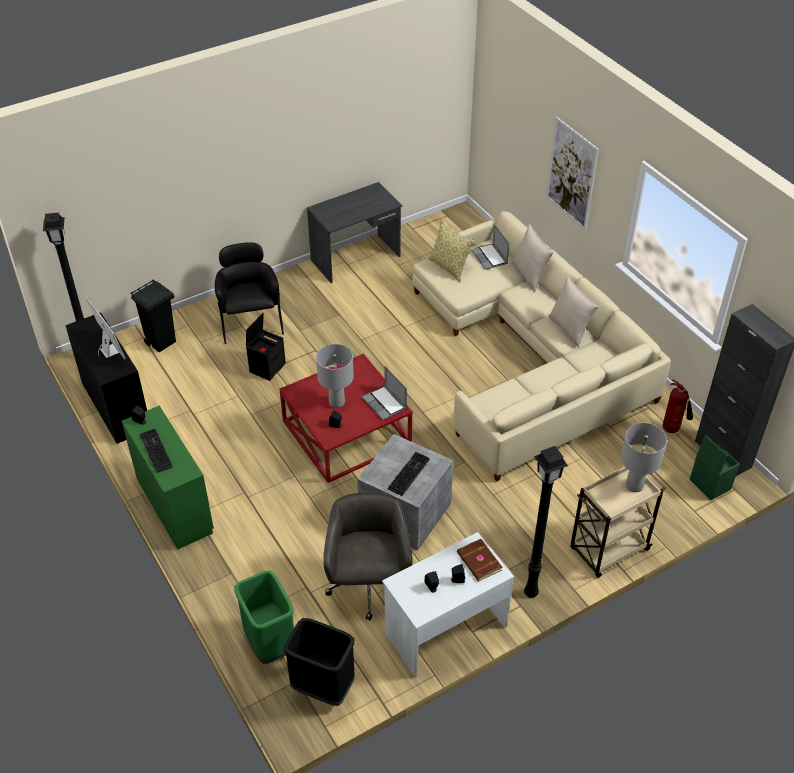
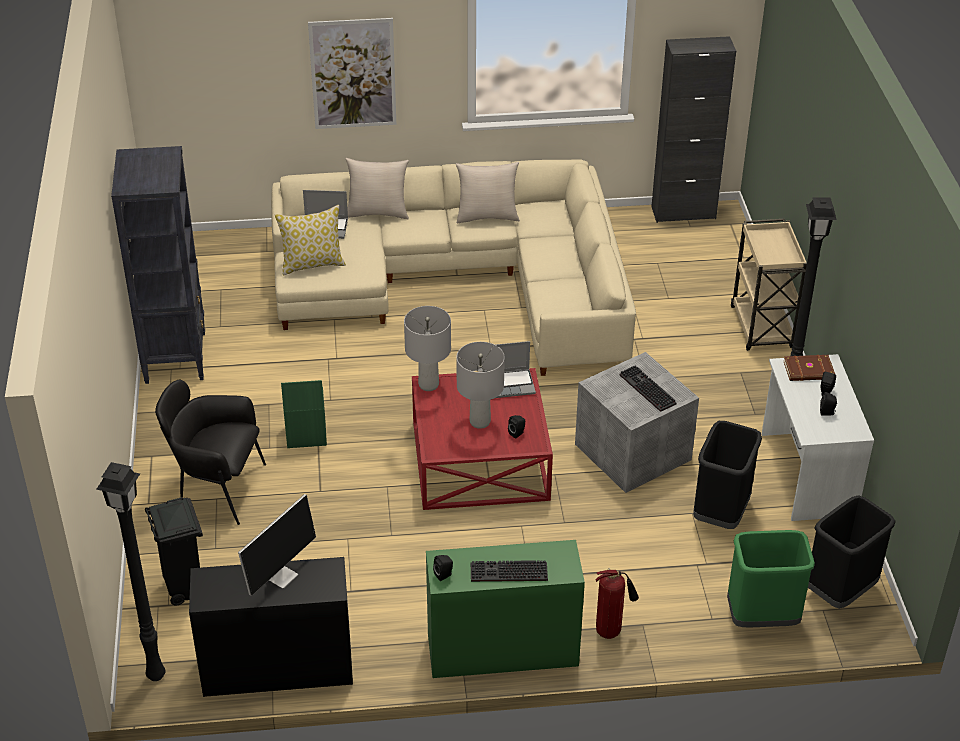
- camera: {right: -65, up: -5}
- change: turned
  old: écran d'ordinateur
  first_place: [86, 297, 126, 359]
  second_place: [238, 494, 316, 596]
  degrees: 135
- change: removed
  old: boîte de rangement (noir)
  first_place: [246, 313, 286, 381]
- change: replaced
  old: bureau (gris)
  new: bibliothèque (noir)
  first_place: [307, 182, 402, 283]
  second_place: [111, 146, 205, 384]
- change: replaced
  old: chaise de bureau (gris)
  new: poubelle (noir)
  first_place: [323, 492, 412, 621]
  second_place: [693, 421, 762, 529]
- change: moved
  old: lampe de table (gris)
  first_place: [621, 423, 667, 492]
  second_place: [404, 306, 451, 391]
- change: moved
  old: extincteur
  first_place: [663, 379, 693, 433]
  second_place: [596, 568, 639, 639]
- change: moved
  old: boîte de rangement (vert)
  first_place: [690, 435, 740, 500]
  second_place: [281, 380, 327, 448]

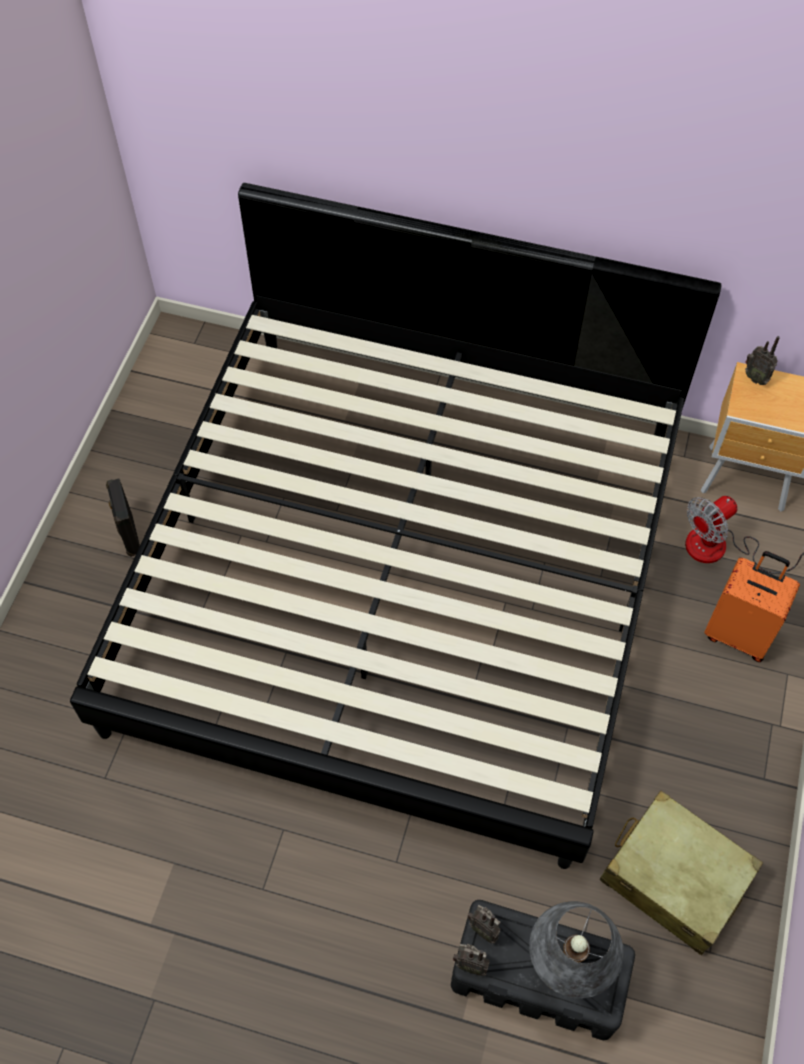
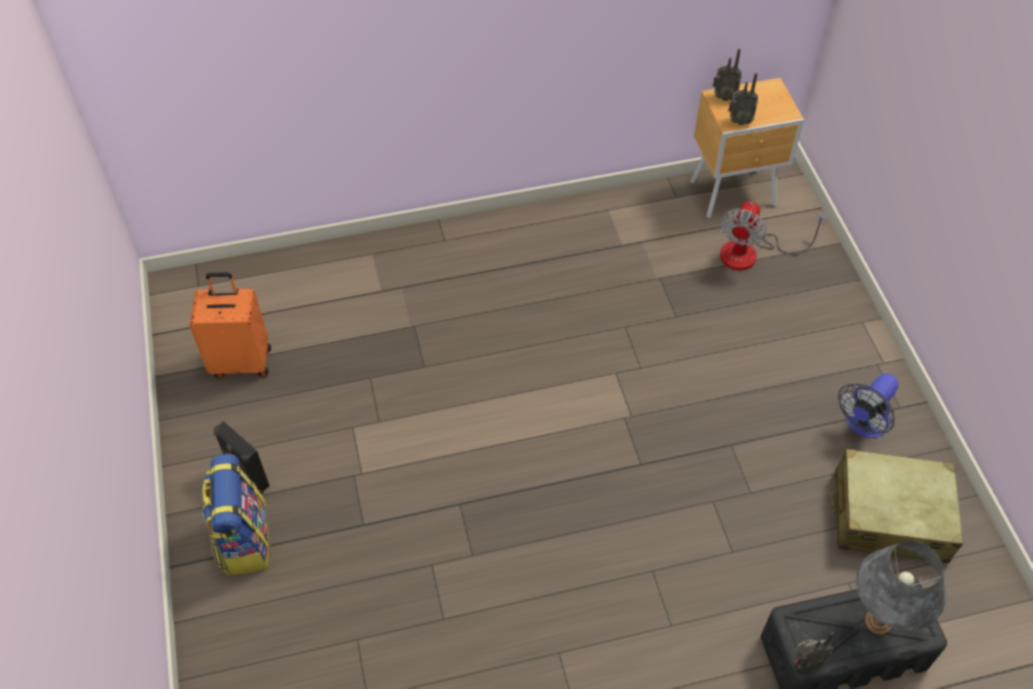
- camera: {right: -30, up: -5}
- change: removed
  old: lit
  first_place: [70, 183, 721, 869]
- change: moved
  old: radio
  first_place: [468, 905, 501, 944]
  second_place: [728, 73, 758, 125]
- change: moved
  old: valise (orange)
  first_place: [704, 551, 800, 662]
  second_place: [189, 272, 271, 378]
- change: added
  new: sac à dos
  second_place: [202, 454, 270, 576]
- change: added
  new: ventilateur
  second_place: [838, 373, 898, 438]

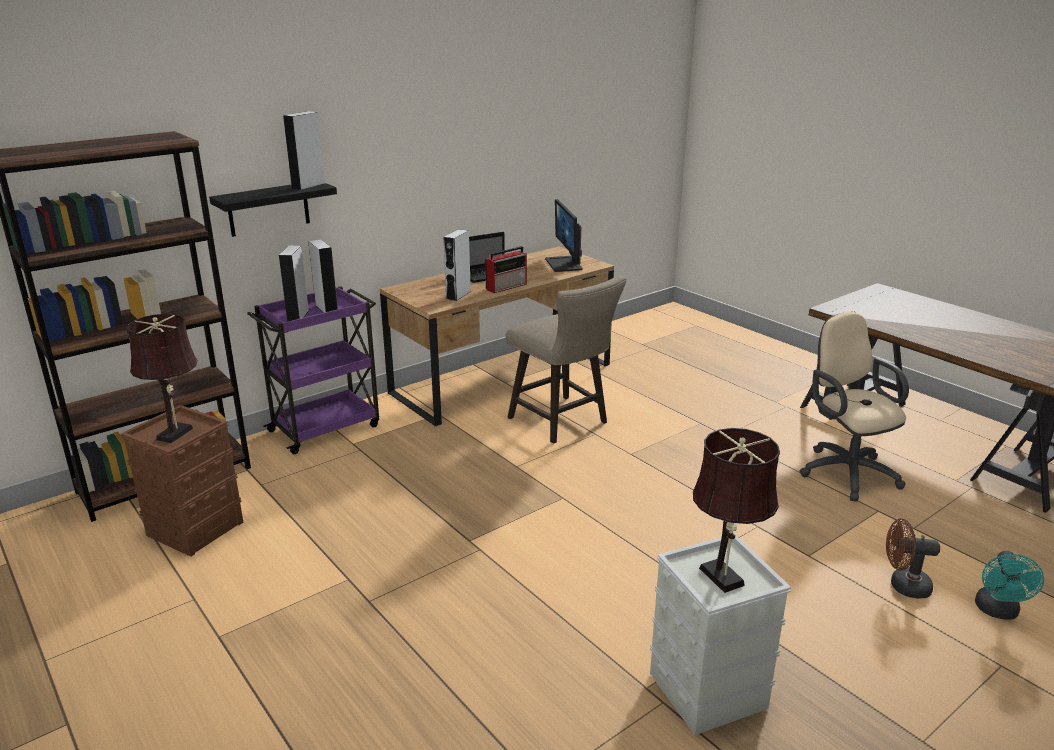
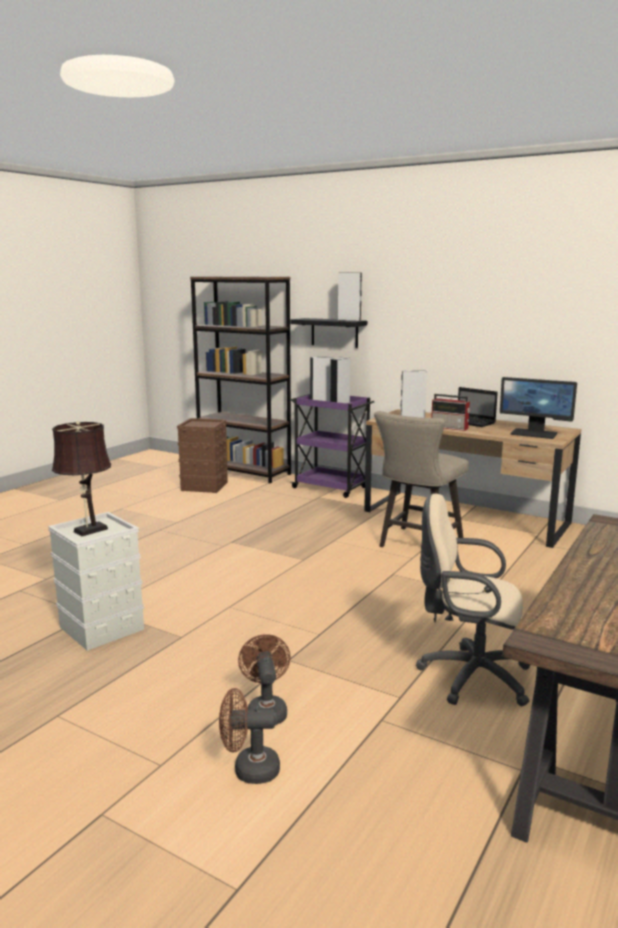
- camera: {right: 70, up: -10}
- change: removed
  old: lampe de table (marron)
  first_place: [126, 314, 198, 443]
- change: turned
  old: écran d'ordinateur
  first_place: [545, 199, 582, 272]
  second_place: [500, 377, 577, 439]
  degrees: -120
- change: turned
  old: chaise de bureau (beige)
  first_place: [800, 311, 909, 501]
  second_place: [416, 493, 530, 706]
  degrees: -120
- change: recoloured
  old: ventilateur (turquoise)
  new: ventilateur (marron)
  first_place: [975, 551, 1044, 619]
  second_place: [219, 688, 280, 784]

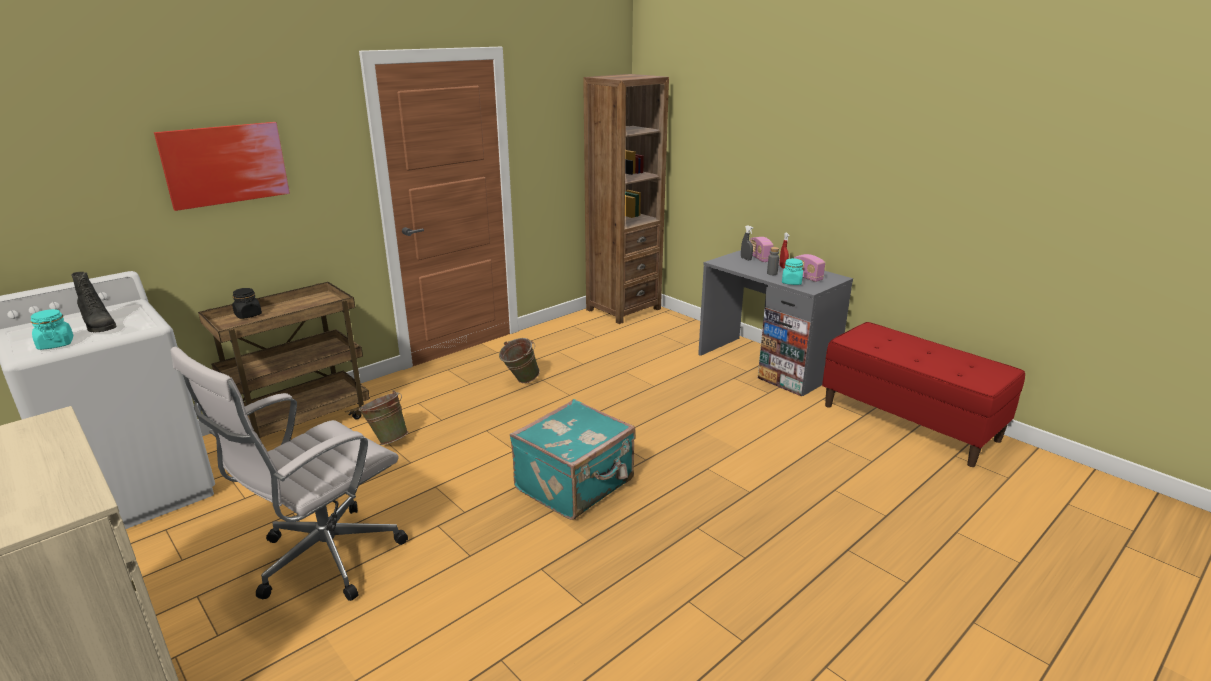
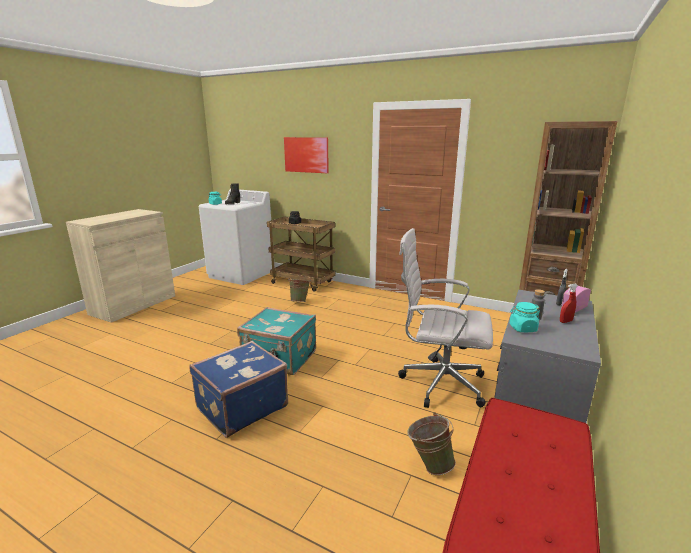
- camera: {right: 70, up: -5}
- change: moved
  old: chaise de bureau (blanc)
  first_place: [171, 347, 408, 601]
  second_place: [398, 228, 493, 408]
- change: moved
  old: seau (vert)
  first_place: [499, 338, 540, 383]
  second_place: [407, 412, 456, 475]
- change: removed
  old: radio
  first_place: [794, 254, 825, 282]
- change: added
  new: valise (bleu)
  second_place: [189, 341, 288, 438]

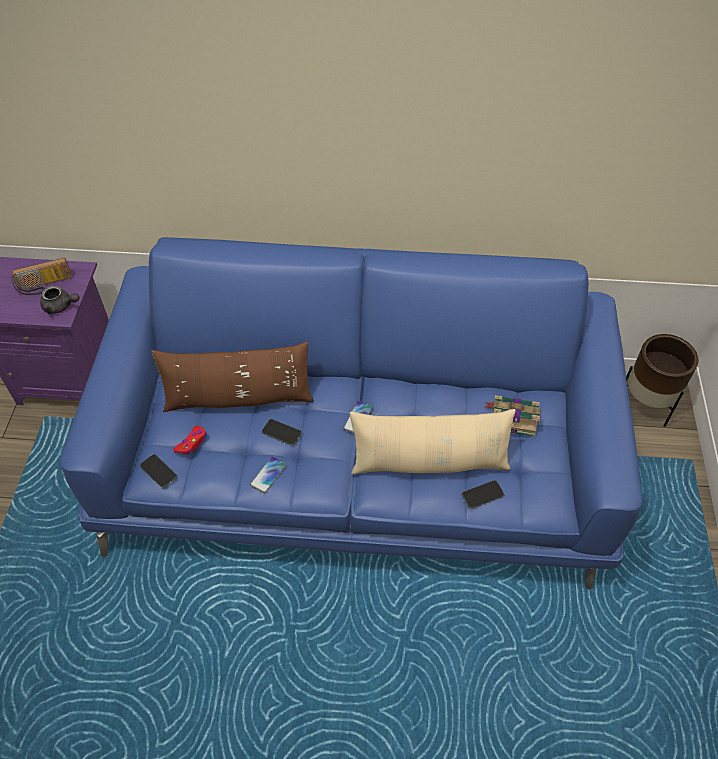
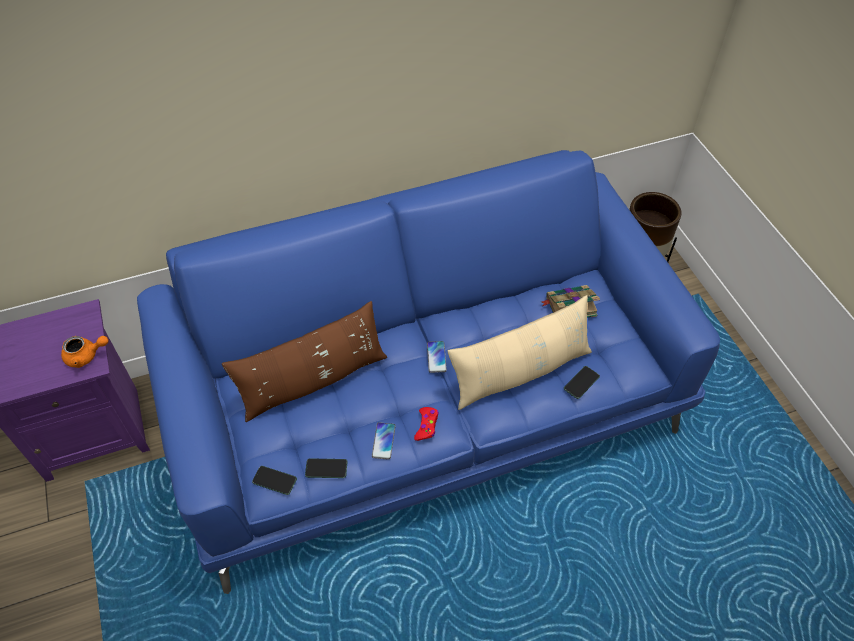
- camera: {right: -25, up: 0}
- change: removed
  old: radio
  first_place: [11, 258, 72, 295]
- change: recoloured
  old: théière (gris)
  new: théière (orange)
  first_place: [40, 286, 79, 314]
  second_place: [61, 336, 109, 368]
- change: moved
  old: manette (rouge)
  first_place: [173, 426, 206, 454]
  second_place: [414, 407, 439, 441]
- change: moved
  old: téléphone
  first_place: [262, 419, 302, 446]
  second_place: [305, 459, 347, 478]

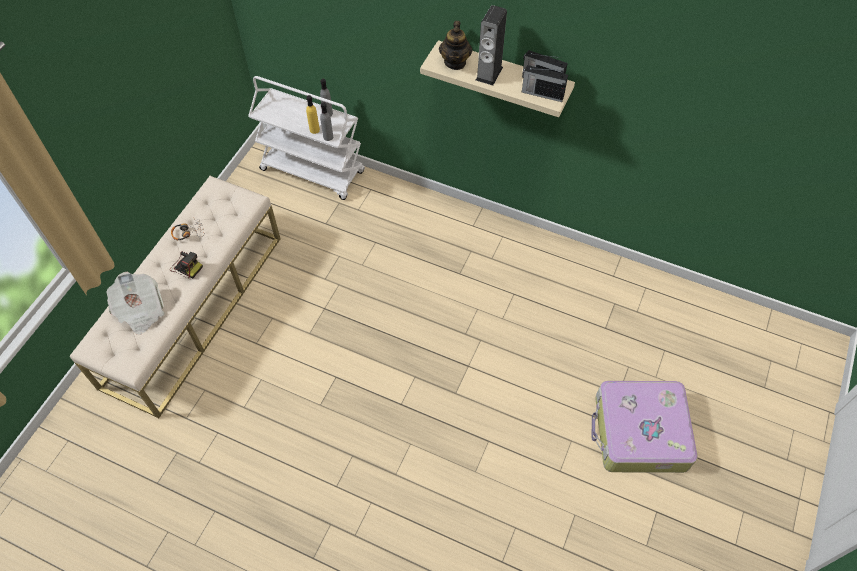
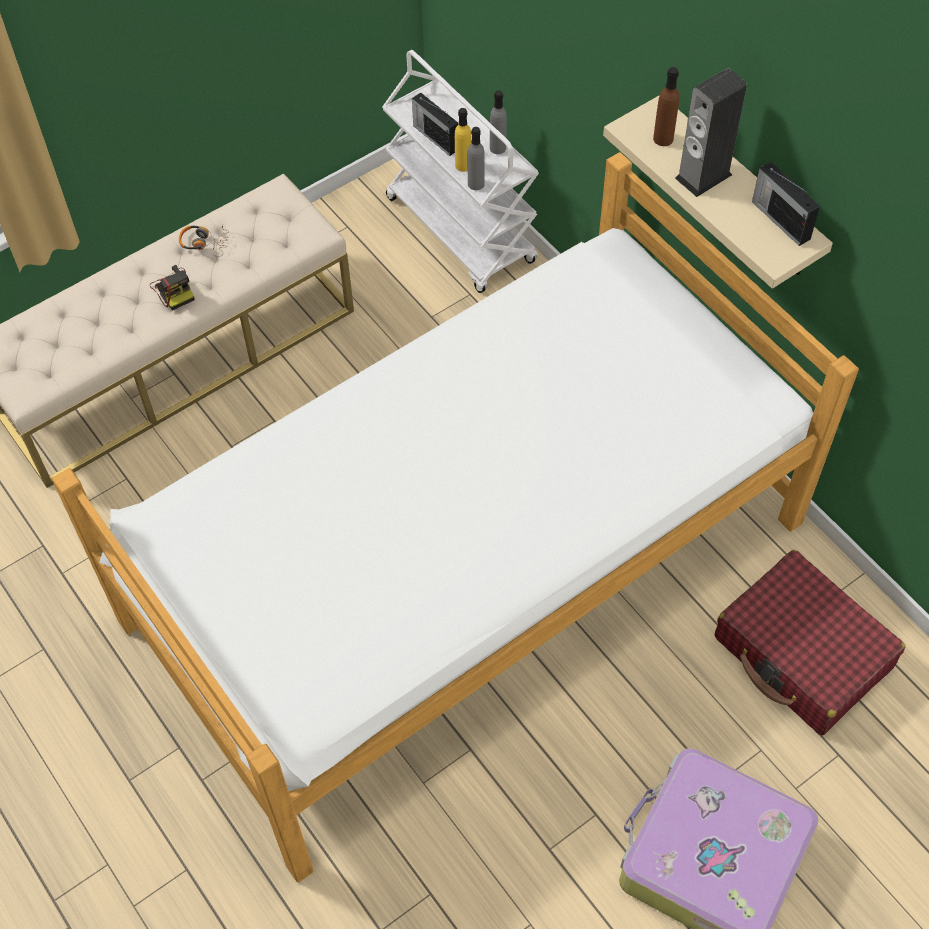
- camera: {right: 30, up: 0}
- change: removed
  old: journal
  first_place: [106, 272, 165, 335]
- change: replaced
  old: théière
  new: bouteille (marron)
  first_place: [439, 21, 472, 70]
  second_place: [653, 67, 679, 146]
- change: moved
  old: radio
  first_place: [522, 65, 568, 102]
  second_place: [412, 93, 458, 156]
- change: added
  new: lit
  second_place: [52, 152, 859, 882]
- change: added
  new: valise (rouge)
  second_place: [715, 550, 905, 735]

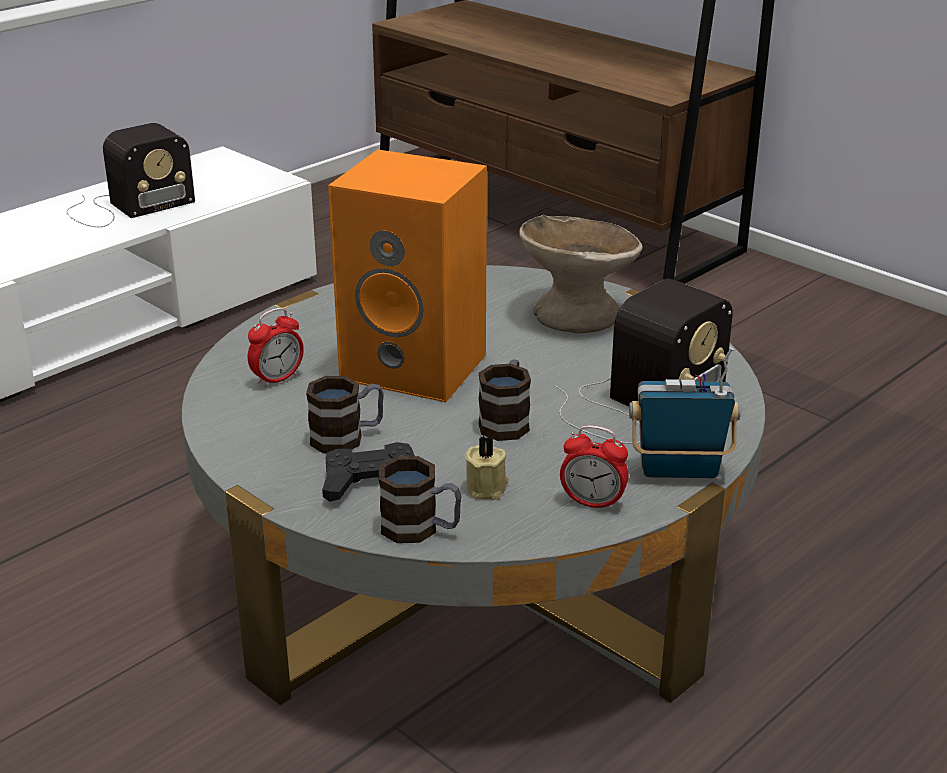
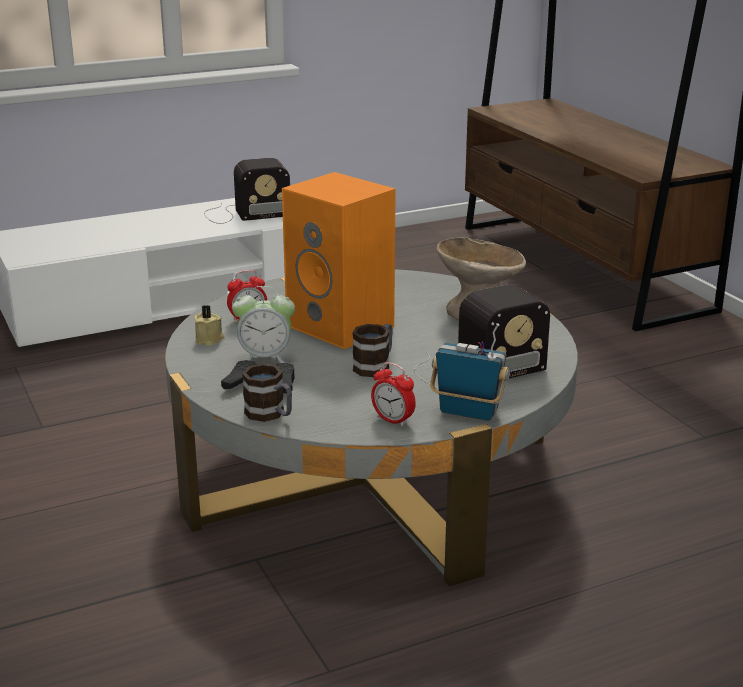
- camera: {right: 20, up: -5}
- change: replaced
  old: mug
  new: réveil
  first_place: [306, 376, 384, 453]
  second_place: [232, 286, 295, 364]
- change: moved
  old: bougie (beige)
  first_place: [465, 436, 509, 500]
  second_place: [194, 305, 225, 346]

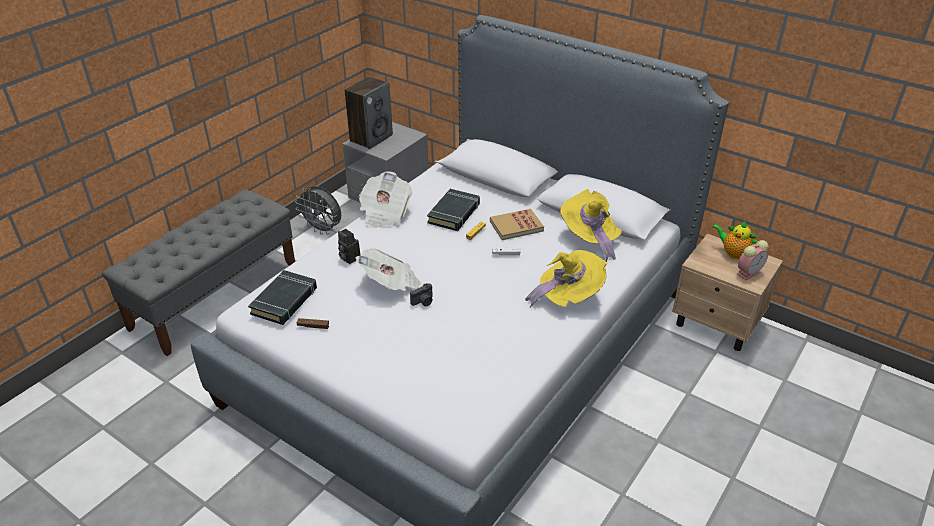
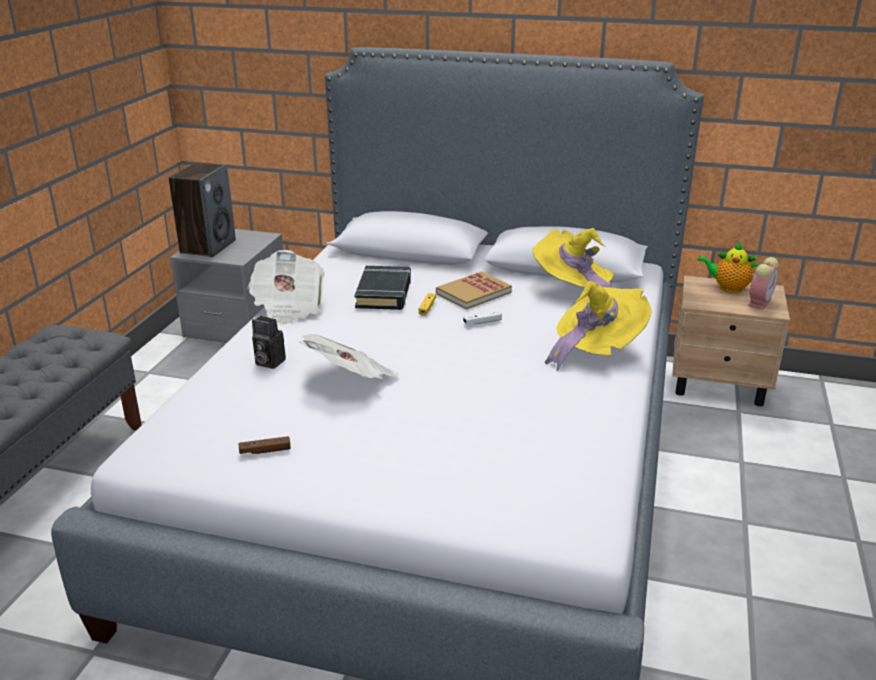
- camera: {right: -20, up: -10}
- change: removed
  old: livre (noir)
  first_place: [248, 270, 317, 325]
- change: removed
  old: ventilateur (gris)
  first_place: [295, 186, 341, 235]
- change: removed
  old: appareil photo
  first_place: [410, 283, 433, 306]

